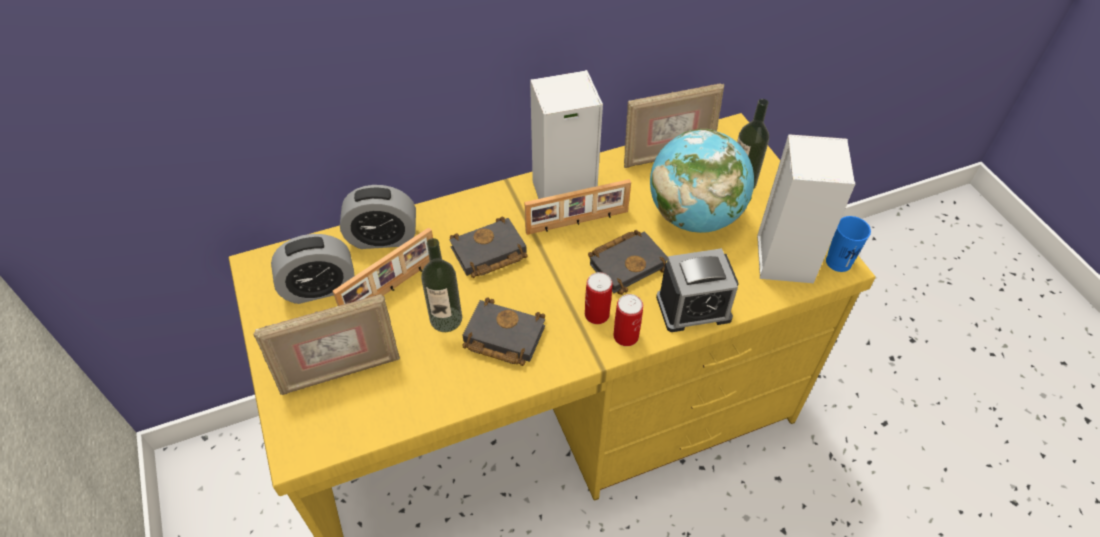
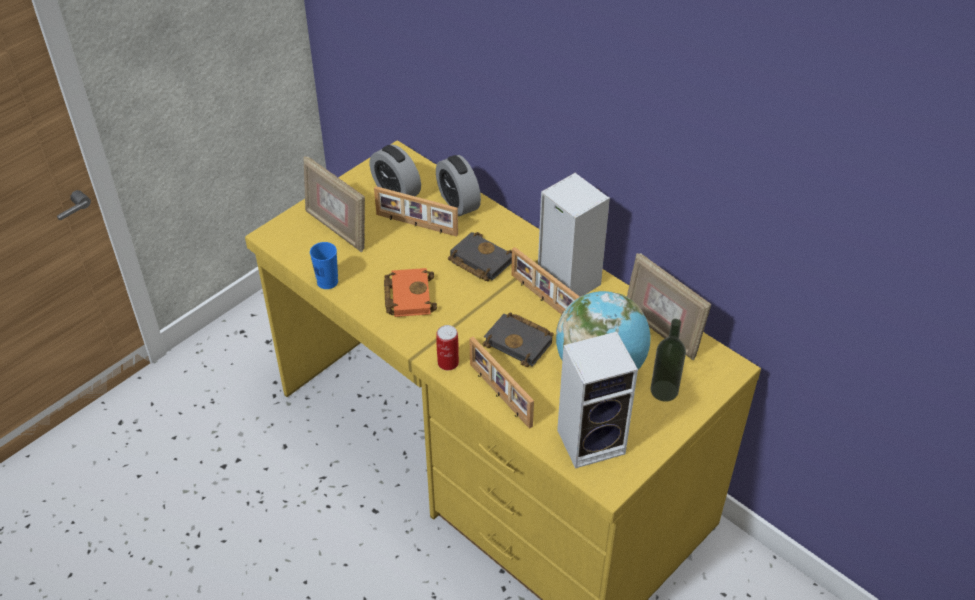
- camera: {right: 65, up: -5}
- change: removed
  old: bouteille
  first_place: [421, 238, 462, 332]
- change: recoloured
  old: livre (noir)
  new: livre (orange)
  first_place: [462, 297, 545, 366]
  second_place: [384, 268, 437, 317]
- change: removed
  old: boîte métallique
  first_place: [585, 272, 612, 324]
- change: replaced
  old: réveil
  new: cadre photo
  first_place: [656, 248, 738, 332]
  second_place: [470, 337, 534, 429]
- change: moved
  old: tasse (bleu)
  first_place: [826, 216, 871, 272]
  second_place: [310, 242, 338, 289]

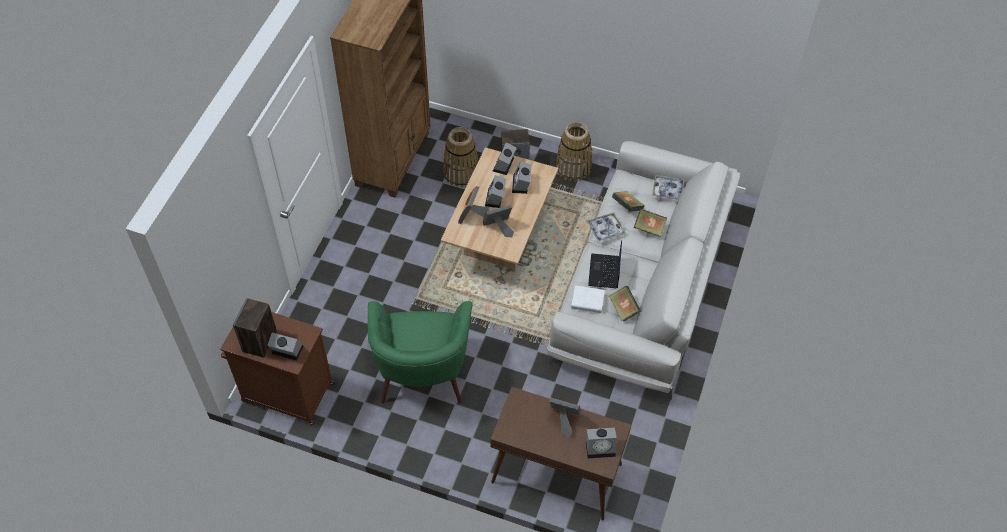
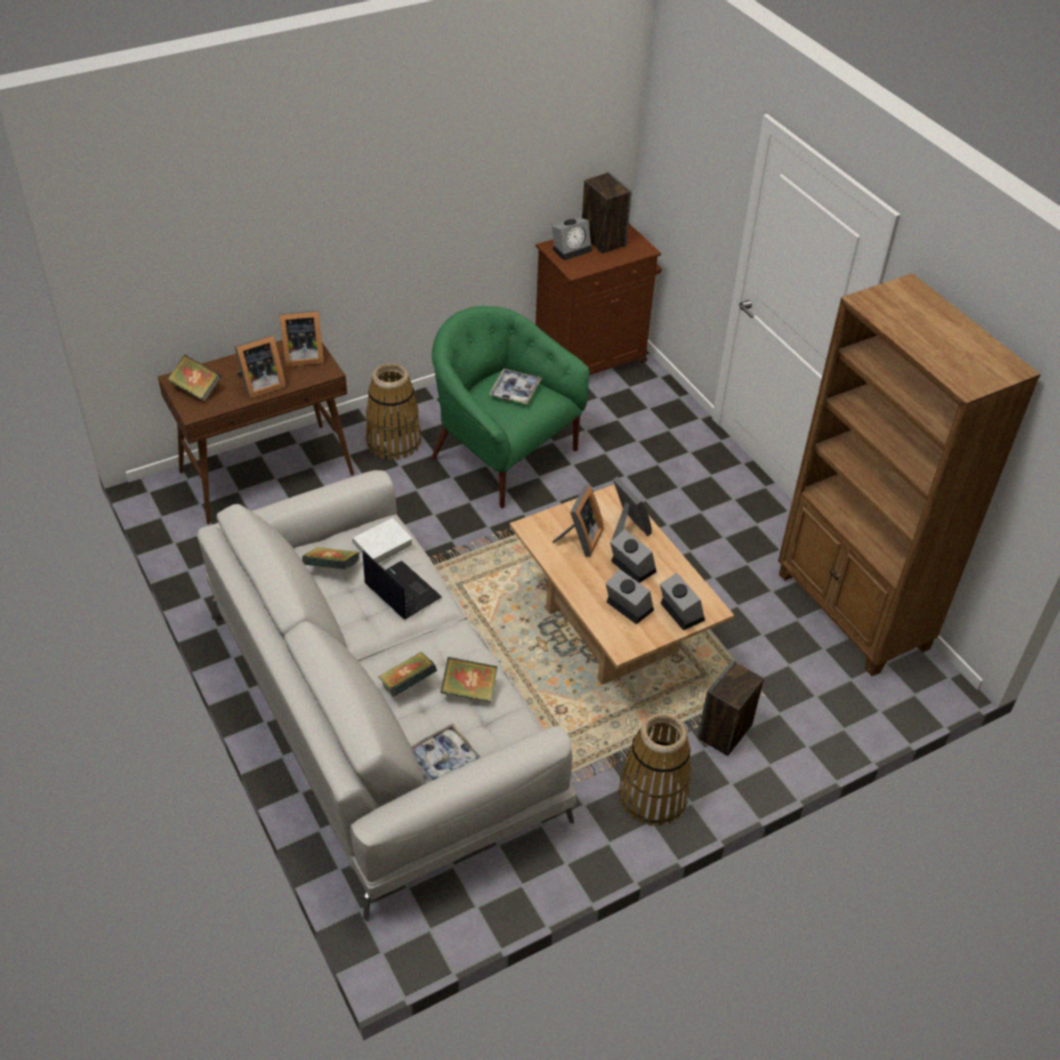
- camera: {right: 130, up: -10}
- change: moved
  old: panier
  first_place: [443, 127, 478, 187]
  second_place: [366, 363, 422, 460]
- change: replaced
  old: réveil
  new: livre
  first_place: [586, 428, 617, 458]
  second_place: [168, 355, 222, 402]
- change: moved
  old: plateau
  first_place: [587, 212, 625, 243]
  second_place: [489, 369, 542, 404]
- change: added
  new: cadre photo
  second_place: [279, 310, 324, 367]

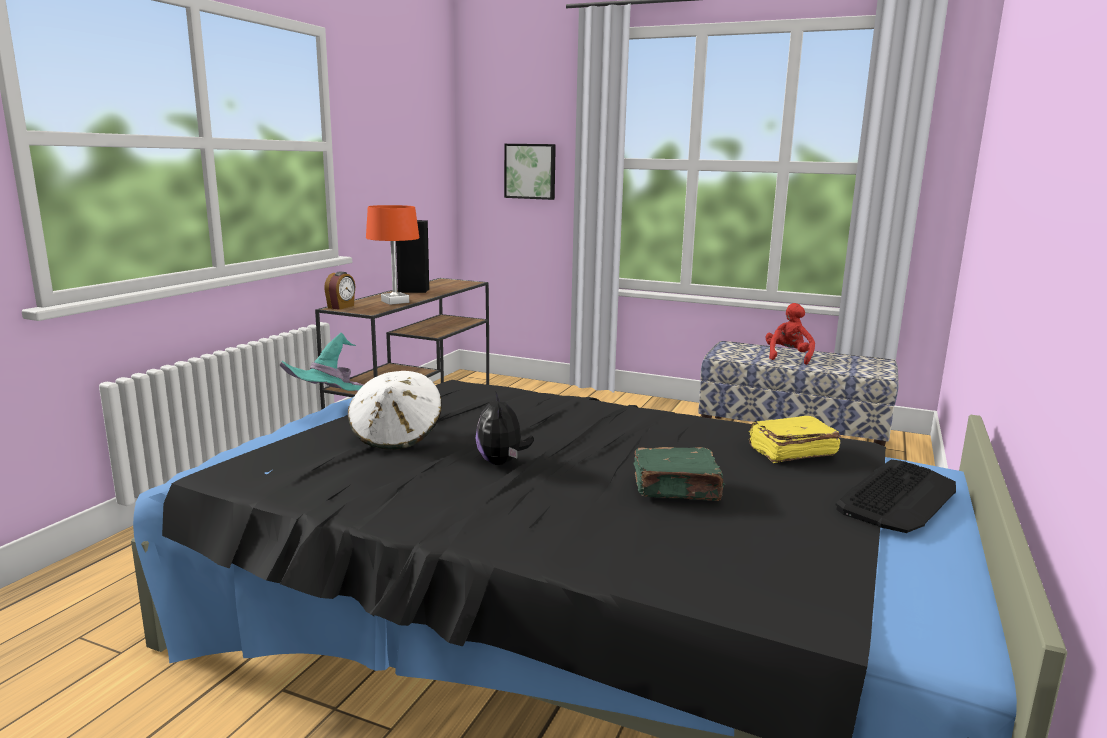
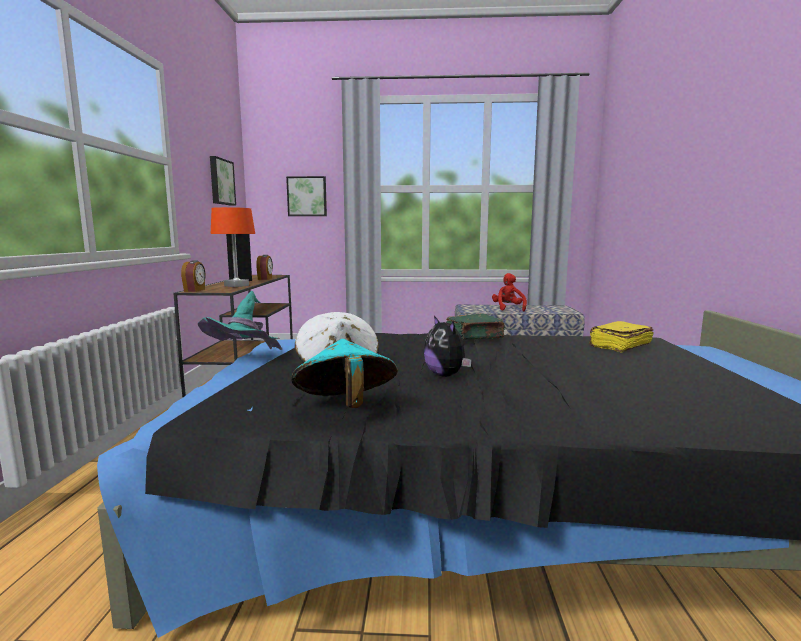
- camera: {right: -20, up: -5}
- change: moved
  old: livre (vert)
  first_place: [633, 447, 725, 501]
  second_place: [446, 313, 505, 340]
- change: removed
  old: clavier
  first_place: [836, 460, 956, 533]
- change: added
  new: tableau
  second_place: [210, 156, 236, 206]
- change: added
  new: réveil
  second_place: [256, 255, 273, 280]
- change: added
  new: chapeau (turquoise)
  second_place: [291, 339, 398, 408]

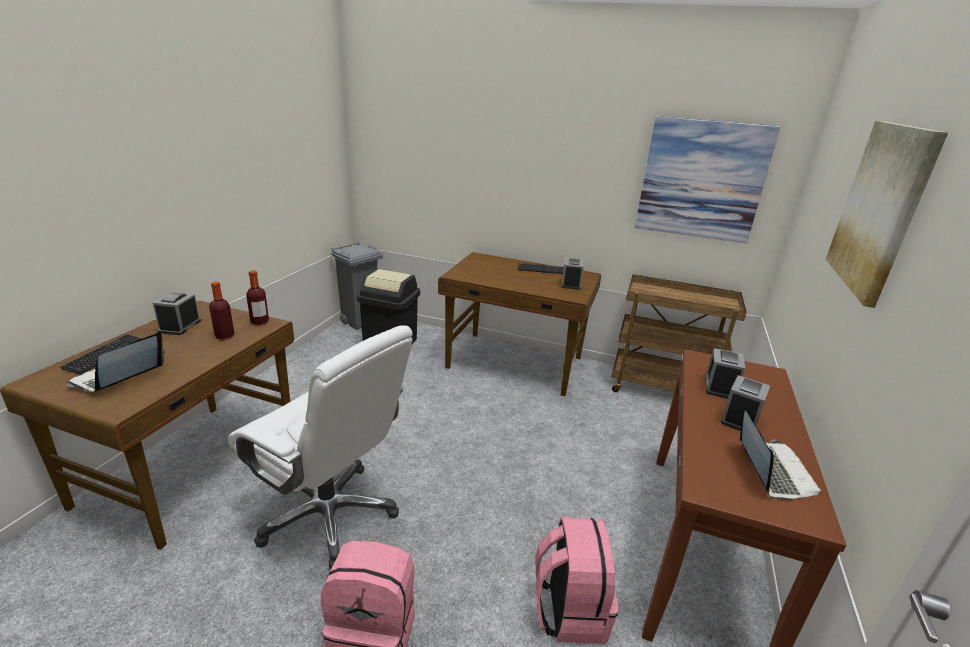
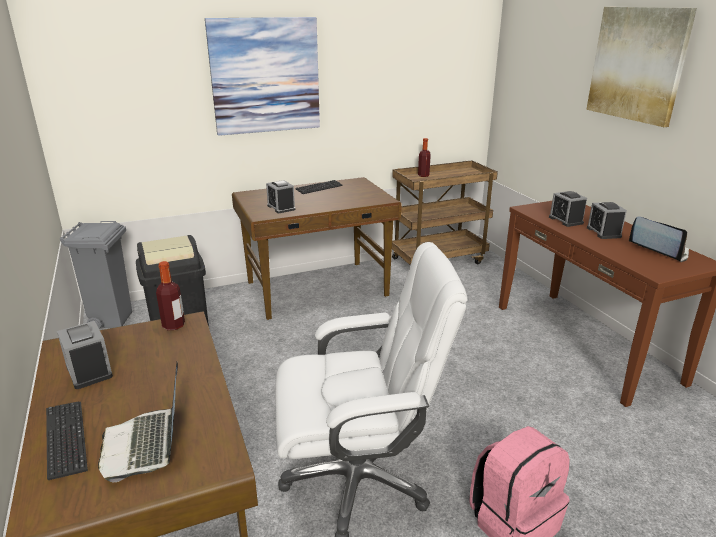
- camera: {right: -40, up: 0}
- change: moved
  old: bouteille
  first_place: [209, 282, 235, 340]
  second_place: [418, 138, 431, 177]
- change: removed
  old: sac à dos (rose)
  first_place: [535, 517, 619, 644]
- change: moved
  old: réveil
  first_place: [562, 258, 584, 290]
  second_place: [266, 180, 295, 213]
- change: moved
  old: tableau
  first_place: [635, 116, 780, 244]
  second_place: [205, 17, 320, 136]

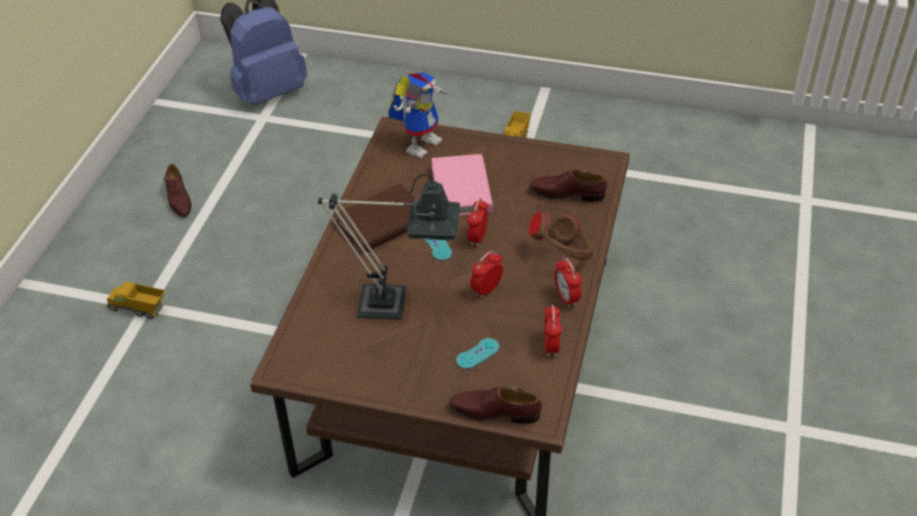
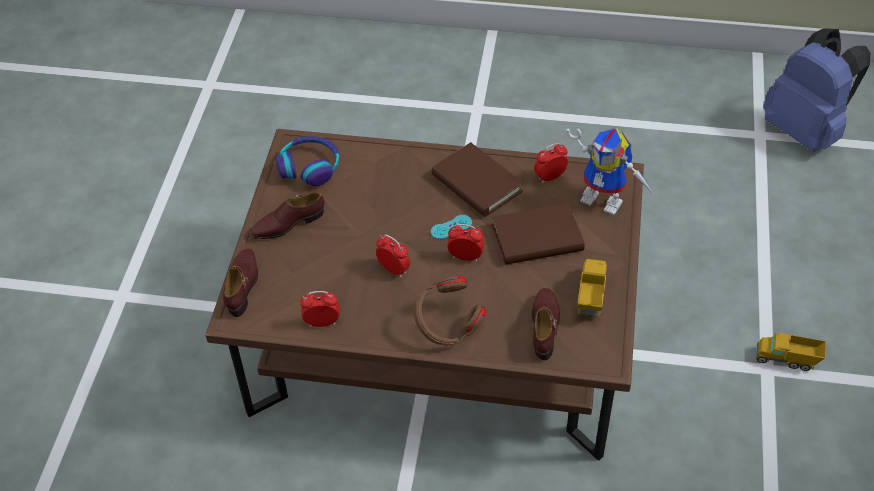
- camera: {right: 85, up: 5}
- change: moved
  old: camion jouet
  first_place: [107, 281, 165, 319]
  second_place: [577, 259, 607, 317]
- change: moved
  old: chaussure (marron)
  first_place: [164, 164, 191, 217]
  second_place: [250, 192, 324, 239]
- change: removed
  old: lampe de table
  first_place: [318, 174, 460, 320]
- change: recoloured
  old: livre (rose)
  new: livre (marron)
  first_place: [431, 154, 493, 216]
  second_place: [492, 203, 585, 265]
- change: removed
  old: manette (turquoise)
  first_place: [456, 338, 500, 369]
- change: moved
  old: réveil
  first_place: [555, 258, 581, 307]
  second_place: [534, 143, 568, 183]
- change: added
  new: casque audio
  second_place: [276, 136, 340, 186]

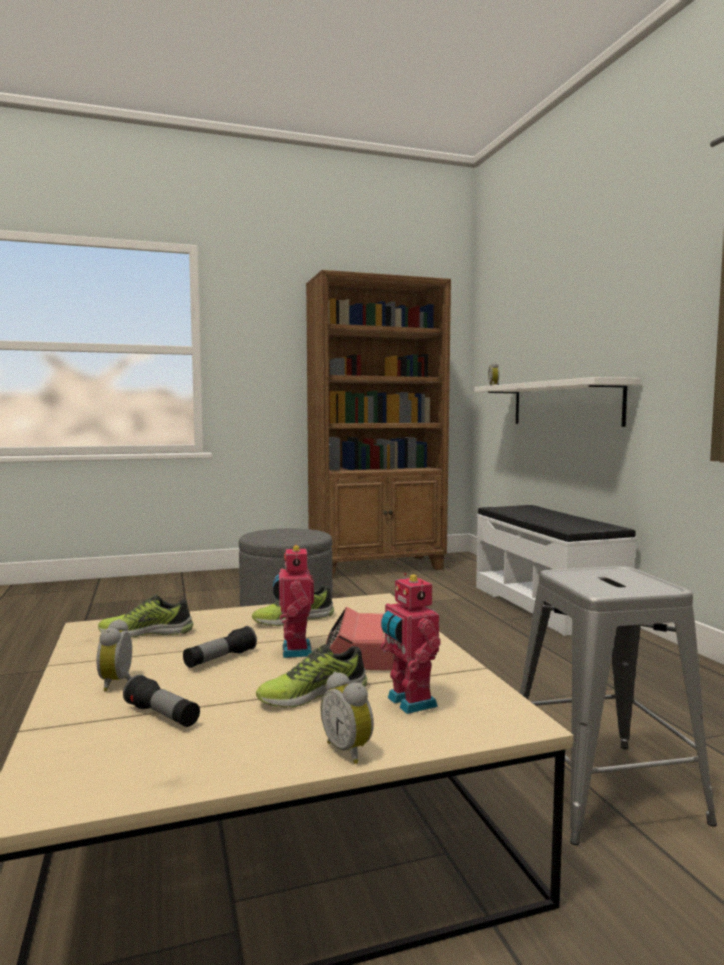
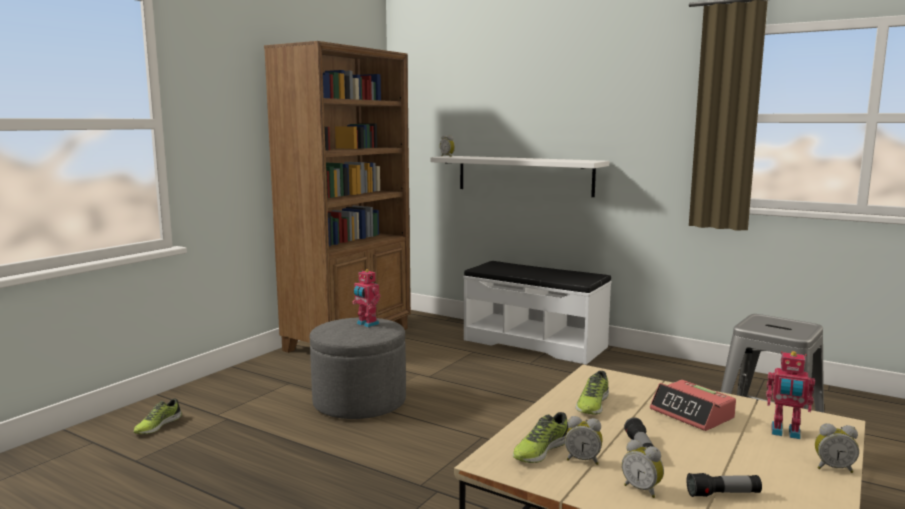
- camera: {right: -40, up: 5}
- change: moved
  old: chaussure
  first_place: [256, 644, 367, 708]
  second_place: [134, 399, 182, 434]
- change: moved
  old: robot jouet
  first_place: [273, 544, 314, 658]
  second_place: [352, 269, 380, 327]
- change: added
  new: réveil
  second_place: [565, 416, 603, 465]

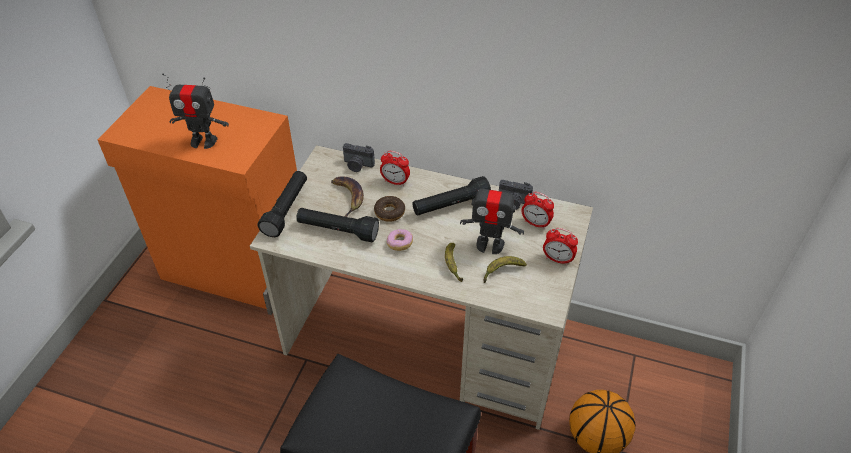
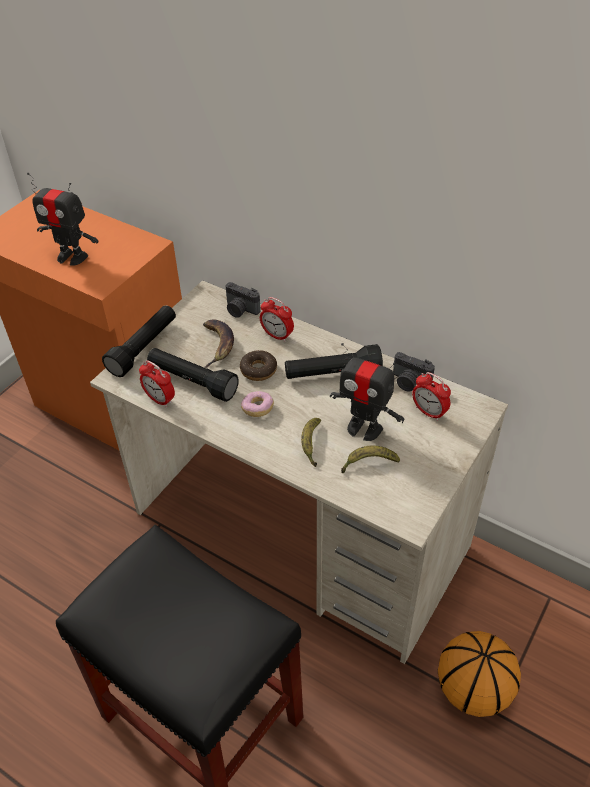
- camera: {right: 15, up: 0}
- change: moved
  old: réveil
  first_place: [543, 228, 578, 265]
  second_place: [139, 360, 175, 408]

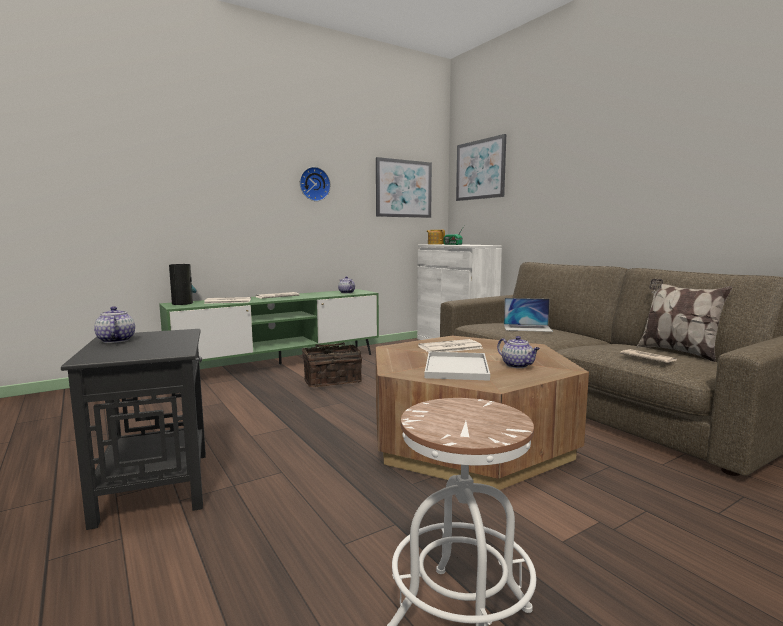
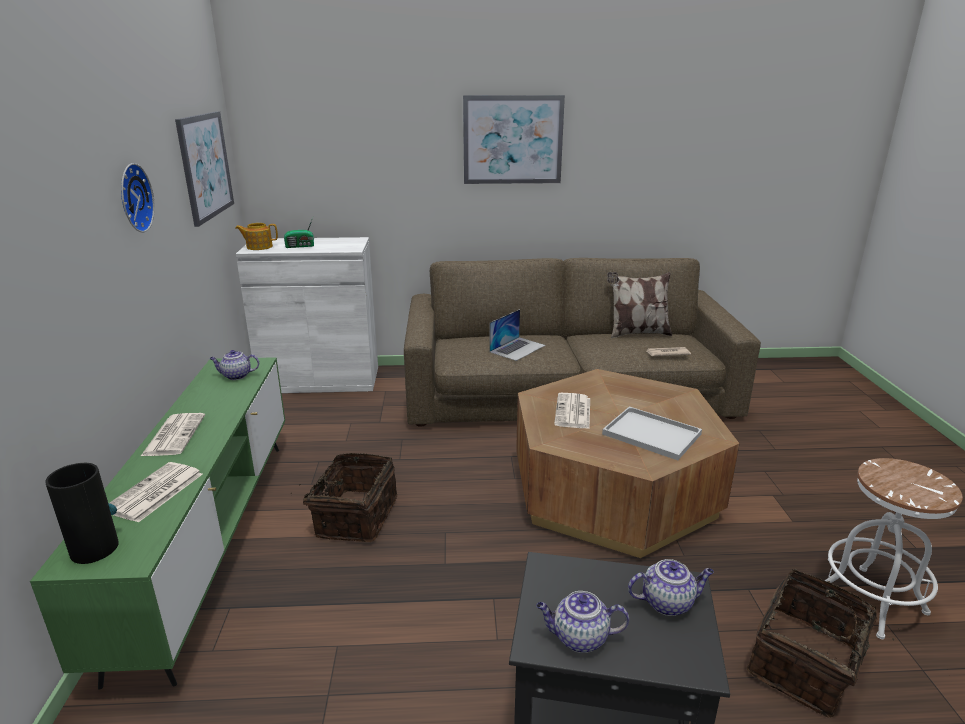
- camera: {right: -60, up: 15}
- change: moved
  old: tableau
  first_place: [456, 134, 506, 201]
  second_place: [463, 95, 565, 184]
- change: moved
  old: théière
  first_place: [497, 336, 540, 368]
  second_place: [628, 559, 714, 616]
- change: added
  new: panier
  second_place: [747, 569, 901, 718]

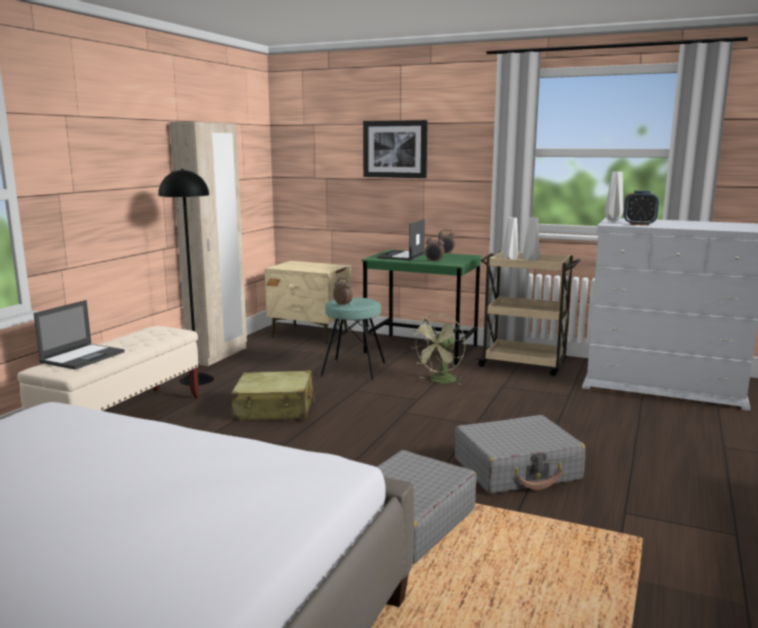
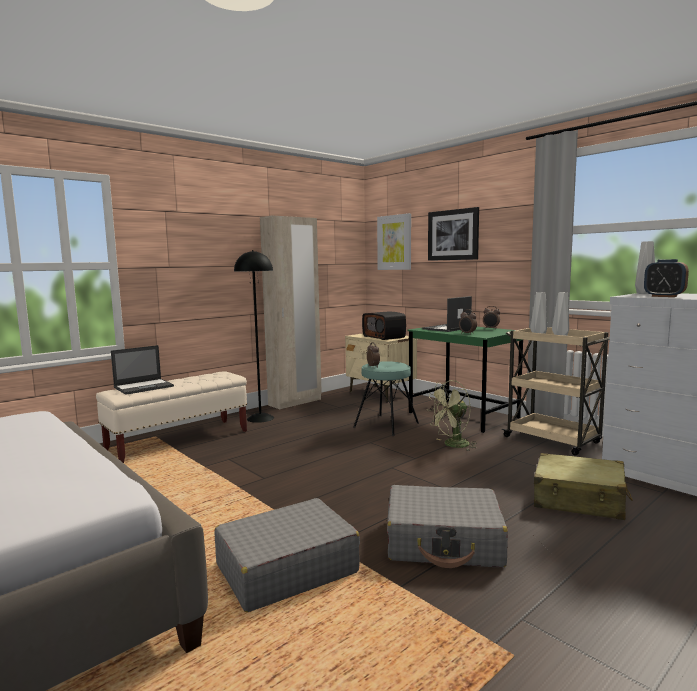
- camera: {right: 25, up: -5}
- change: moved
  old: valise (beige)
  first_place: [231, 370, 315, 421]
  second_place: [534, 453, 633, 520]
- change: added
  new: radio
  second_place: [362, 312, 406, 340]
- change: added
  new: tableau
  second_place: [377, 213, 411, 270]

